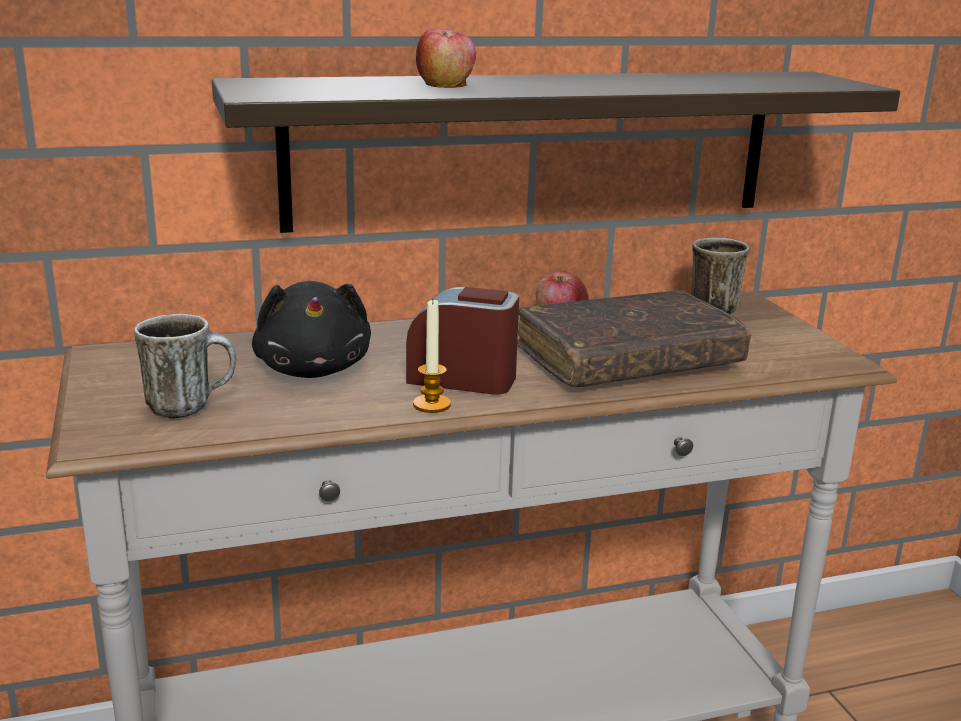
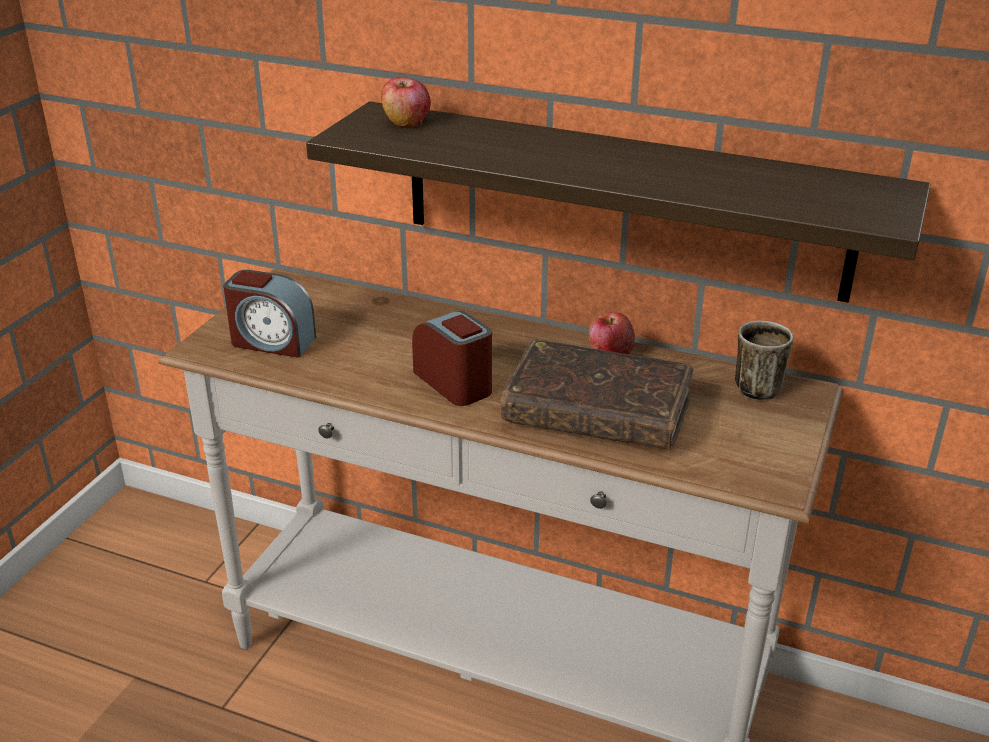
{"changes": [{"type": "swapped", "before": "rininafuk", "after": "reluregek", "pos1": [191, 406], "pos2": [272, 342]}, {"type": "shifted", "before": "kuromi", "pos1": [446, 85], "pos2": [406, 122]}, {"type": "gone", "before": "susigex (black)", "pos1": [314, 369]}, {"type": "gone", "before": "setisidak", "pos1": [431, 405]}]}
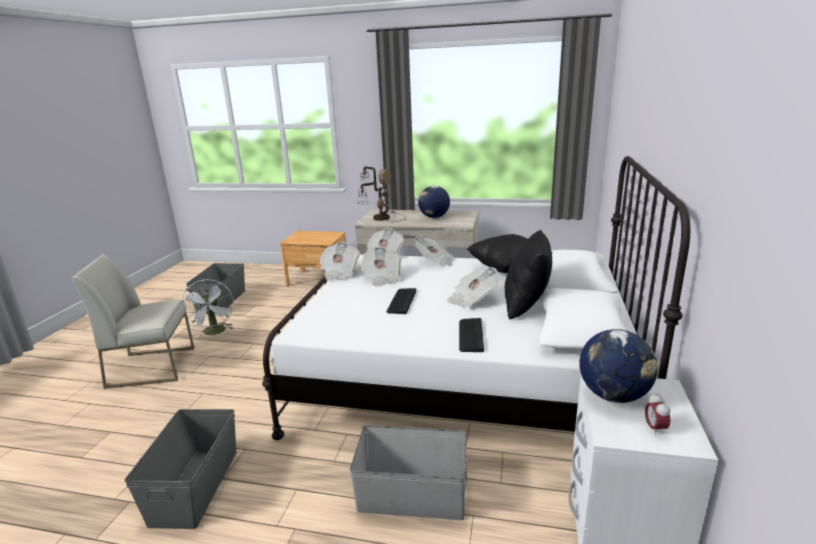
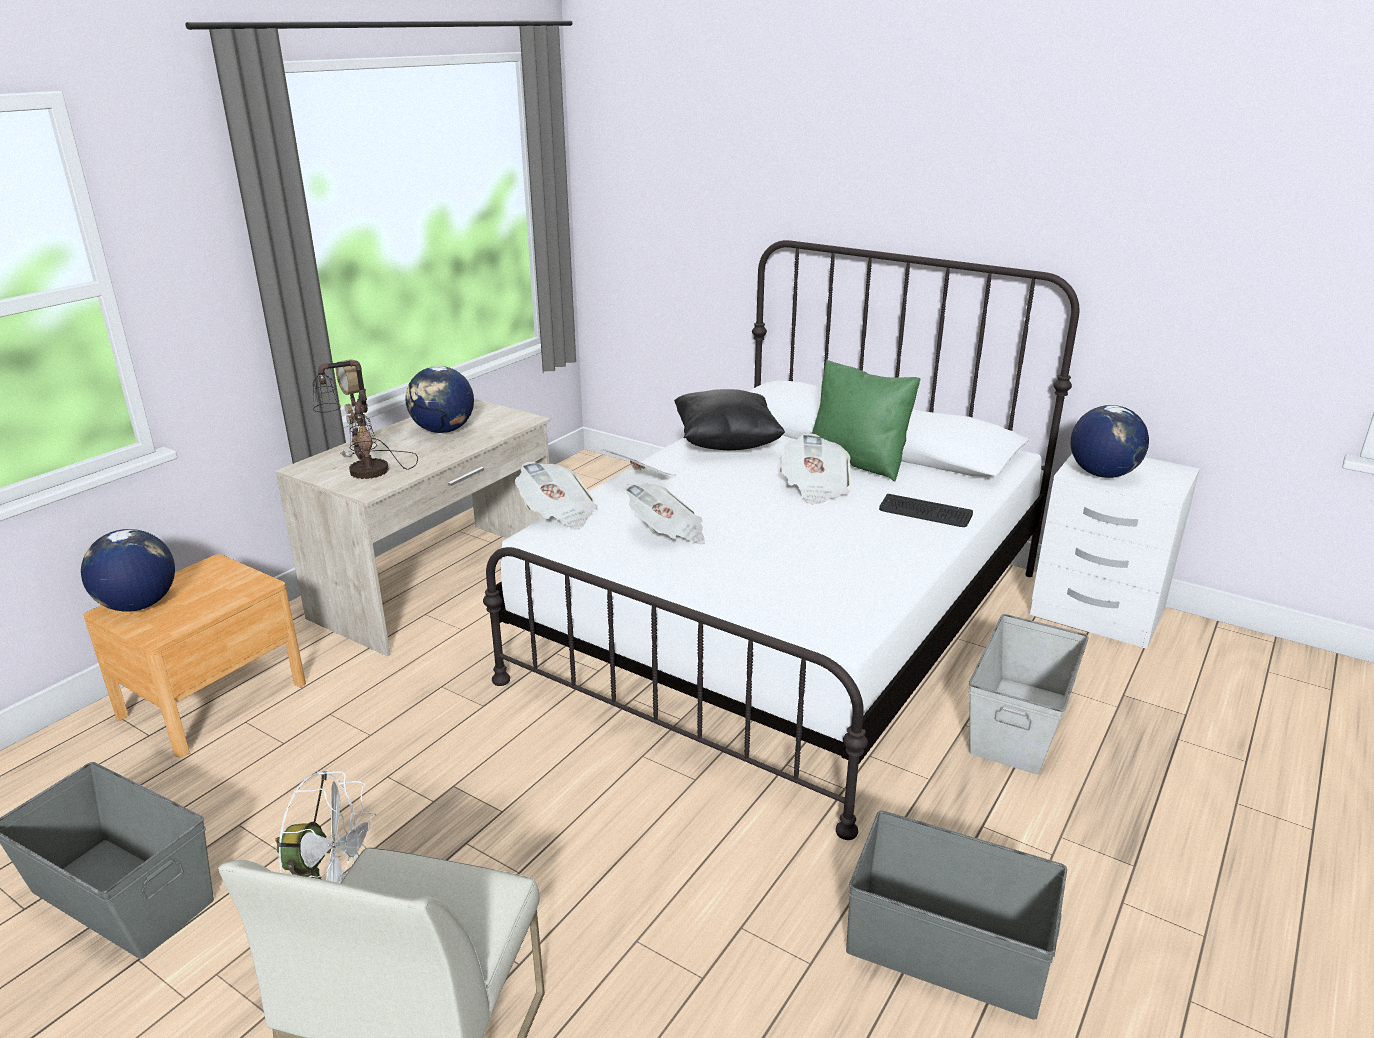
{"changes": [{"type": "new", "after": "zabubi", "pos2": [138, 605]}, {"type": "repainted", "before": "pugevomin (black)", "after": "pugevomin (green)", "pos1": [526, 305], "pos2": [857, 463]}, {"type": "gone", "before": "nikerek", "pos1": [339, 272]}, {"type": "gone", "before": "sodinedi", "pos1": [401, 301]}, {"type": "gone", "before": "reluregek", "pos1": [654, 428]}]}
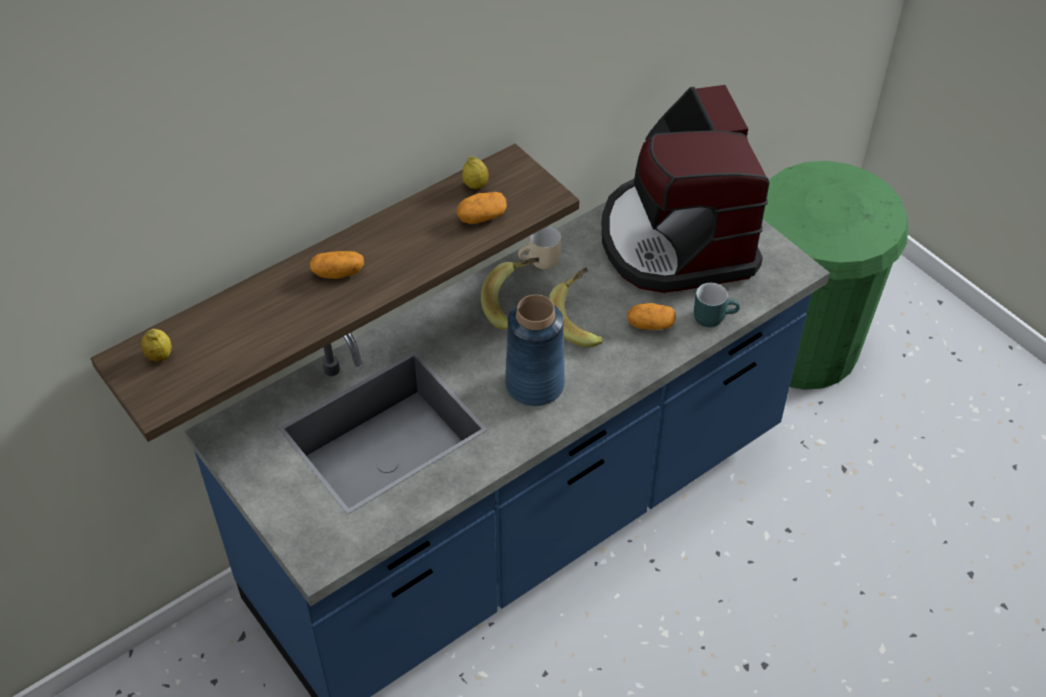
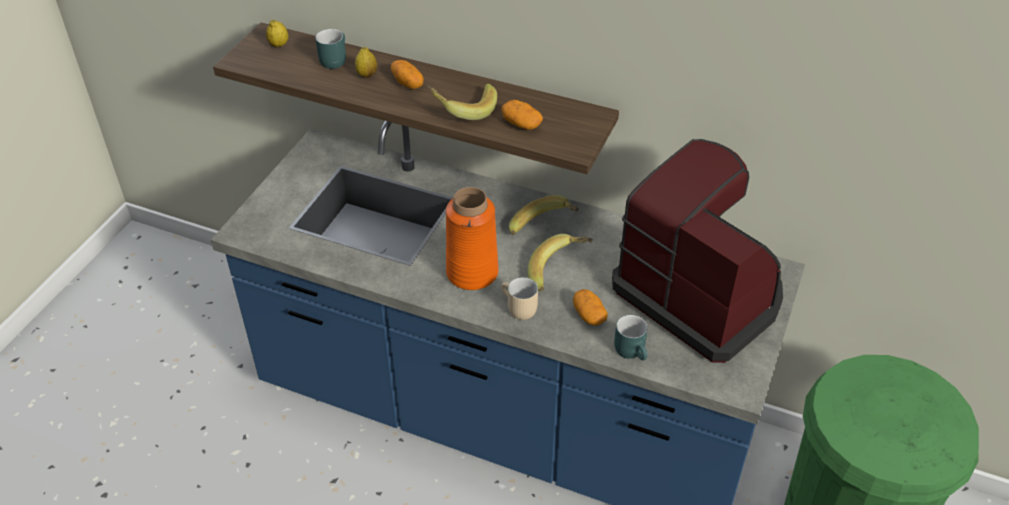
{"changes": [{"type": "new", "after": "rininafuk (turquoise)", "pos2": [333, 59]}, {"type": "shifted", "before": "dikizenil", "pos1": [475, 185], "pos2": [367, 75]}, {"type": "new", "after": "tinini", "pos2": [463, 109]}, {"type": "repainted", "before": "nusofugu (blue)", "after": "nusofugu (orange)", "pos1": [534, 384], "pos2": [472, 272]}, {"type": "shifted", "before": "rininafuk (beige)", "pos1": [541, 263], "pos2": [517, 309]}, {"type": "rotated", "before": "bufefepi", "pos1": [676, 239], "pos2": [700, 294], "turn": 90}]}
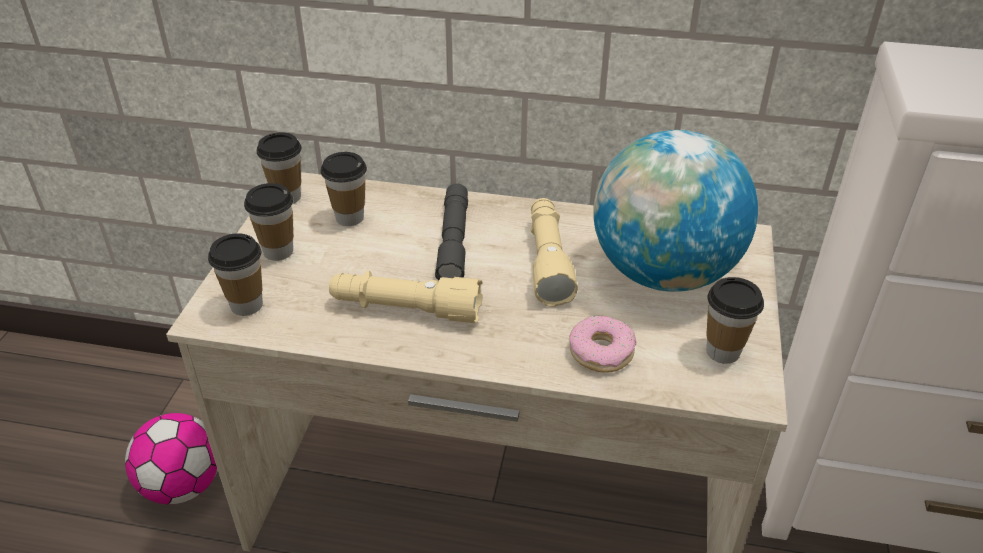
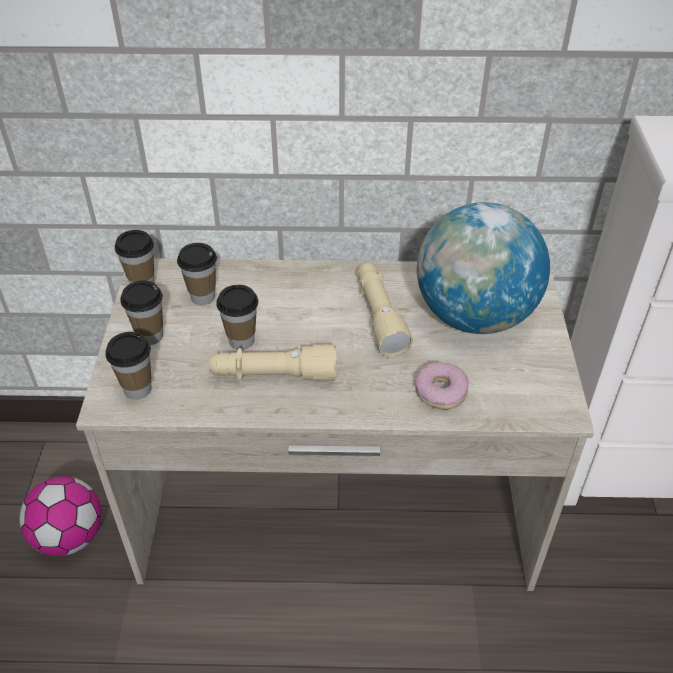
{"changes": [{"type": "shifted", "before": "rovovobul", "pos1": [723, 351], "pos2": [241, 340]}, {"type": "gone", "before": "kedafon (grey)", "pos1": [453, 242]}]}
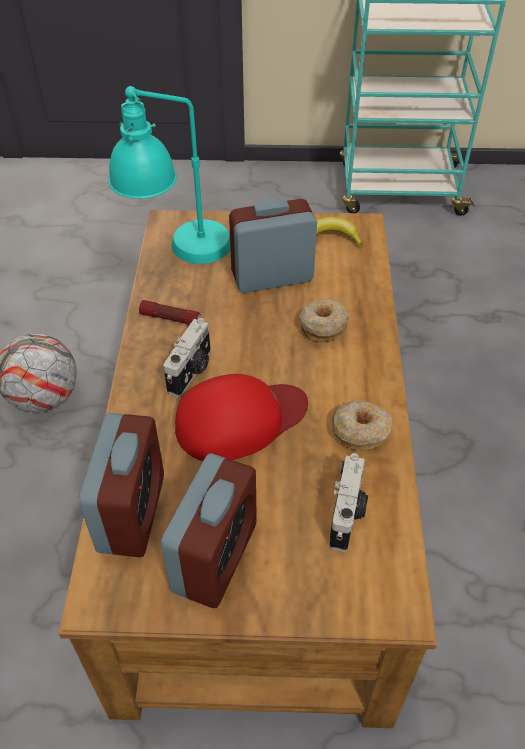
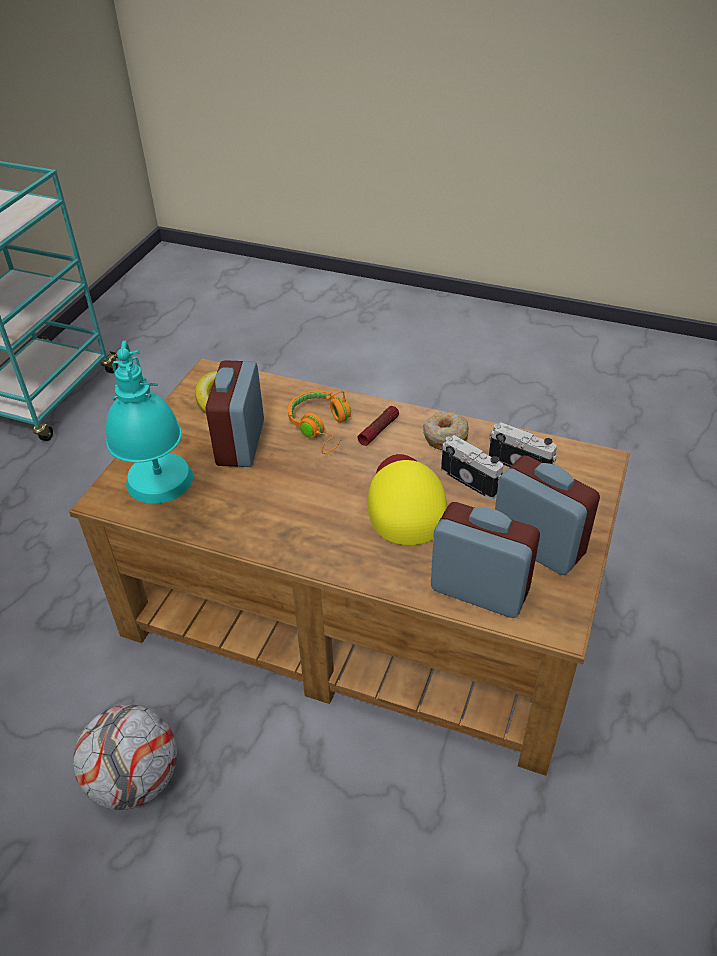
{"changes": [{"type": "swapped", "before": "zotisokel", "after": "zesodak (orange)", "pos1": [323, 326], "pos2": [322, 428]}, {"type": "shifted", "before": "kedafon", "pos1": [170, 318], "pos2": [379, 430]}, {"type": "repainted", "before": "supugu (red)", "after": "supugu (yellow)", "pos1": [240, 420], "pos2": [405, 501]}, {"type": "shifted", "before": "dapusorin", "pos1": [191, 372], "pos2": [471, 480]}]}
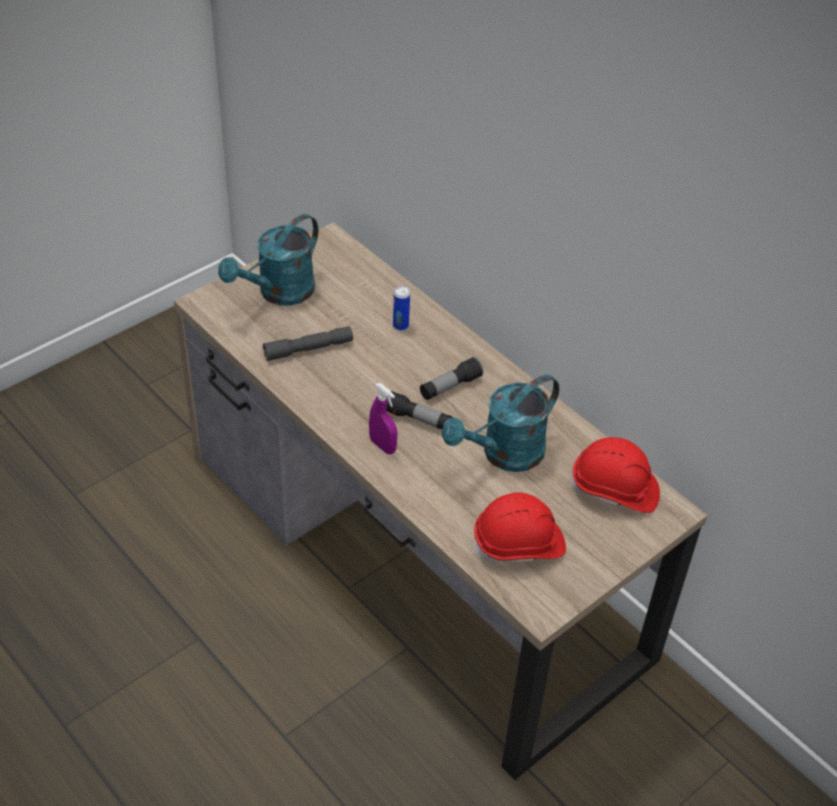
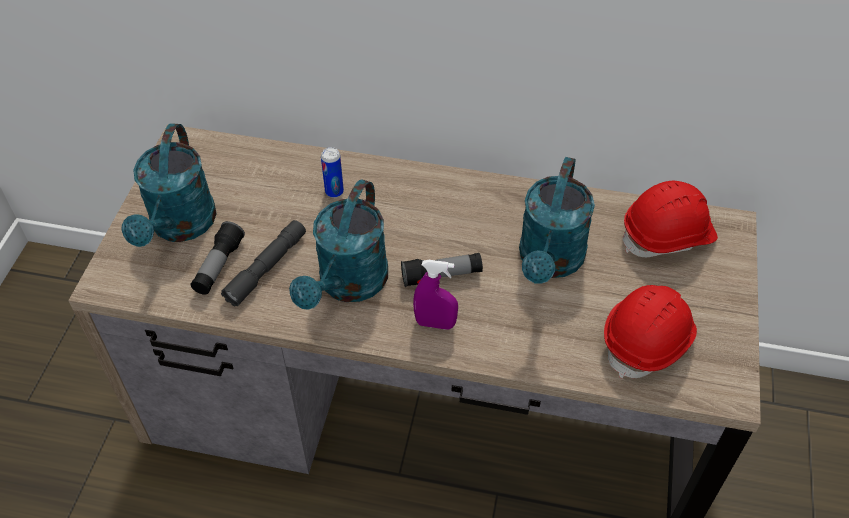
{"changes": [{"type": "shifted", "before": "kedafon", "pos1": [450, 387], "pos2": [218, 266]}, {"type": "new", "after": "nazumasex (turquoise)", "pos2": [348, 285]}]}
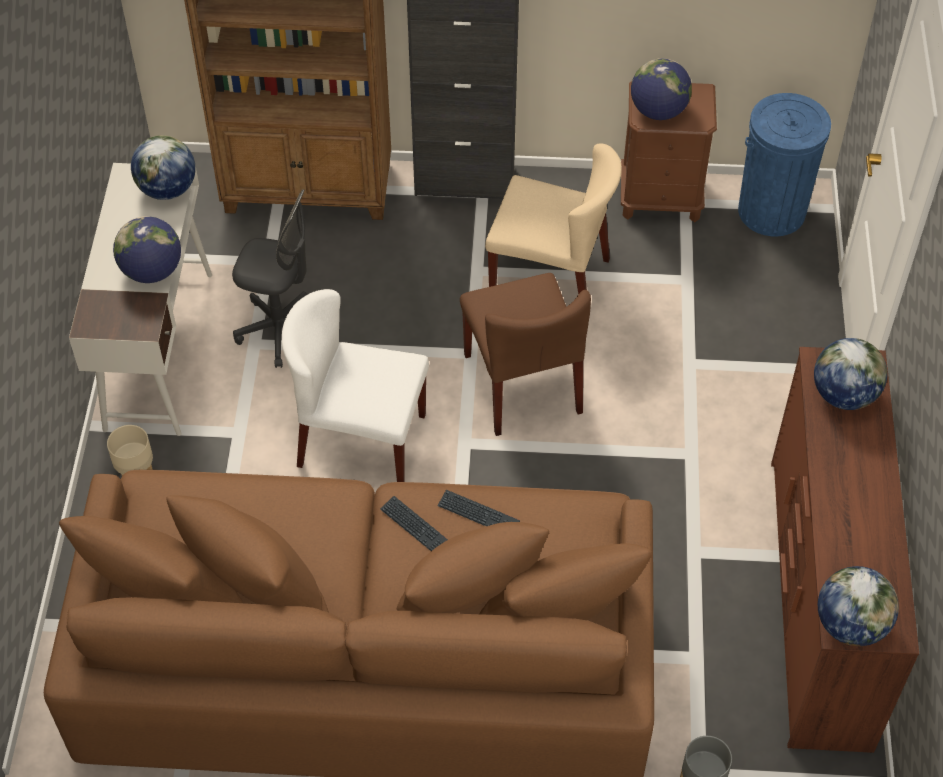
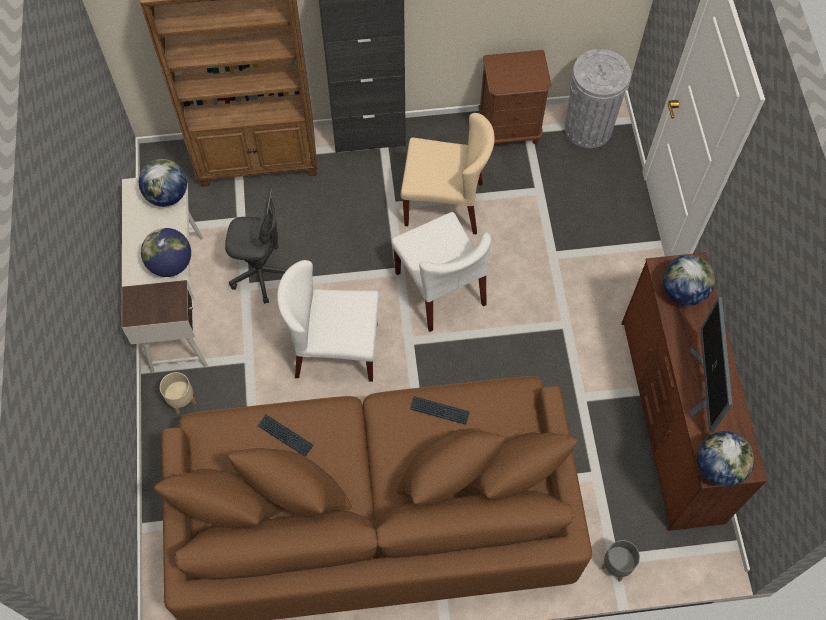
{"changes": [{"type": "shifted", "before": "sodinedi", "pos1": [416, 527], "pos2": [285, 436]}, {"type": "repainted", "before": "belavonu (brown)", "after": "belavonu (white)", "pos1": [522, 384], "pos2": [440, 289]}, {"type": "repainted", "before": "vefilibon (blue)", "after": "vefilibon (grey)", "pos1": [771, 211], "pos2": [588, 128]}, {"type": "new", "after": "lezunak", "pos2": [706, 385]}, {"type": "gone", "before": "zabubi", "pos1": [658, 111]}]}
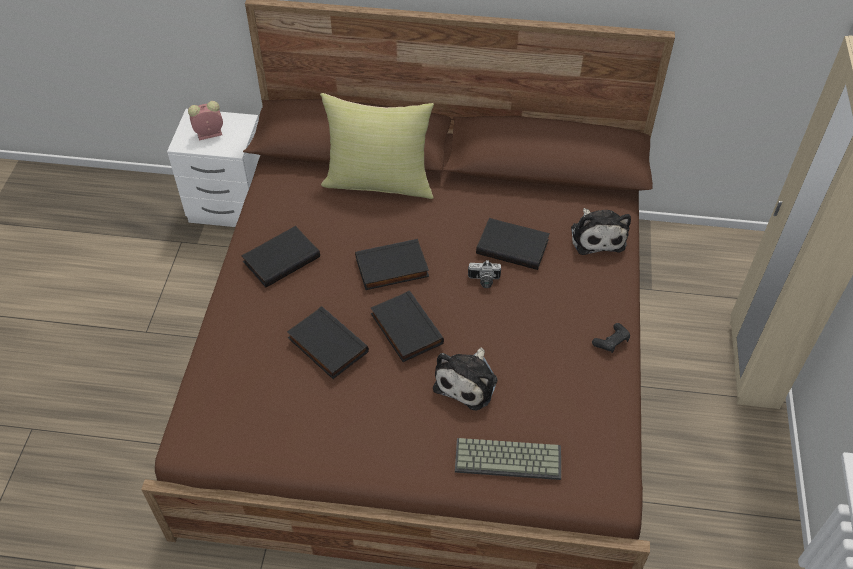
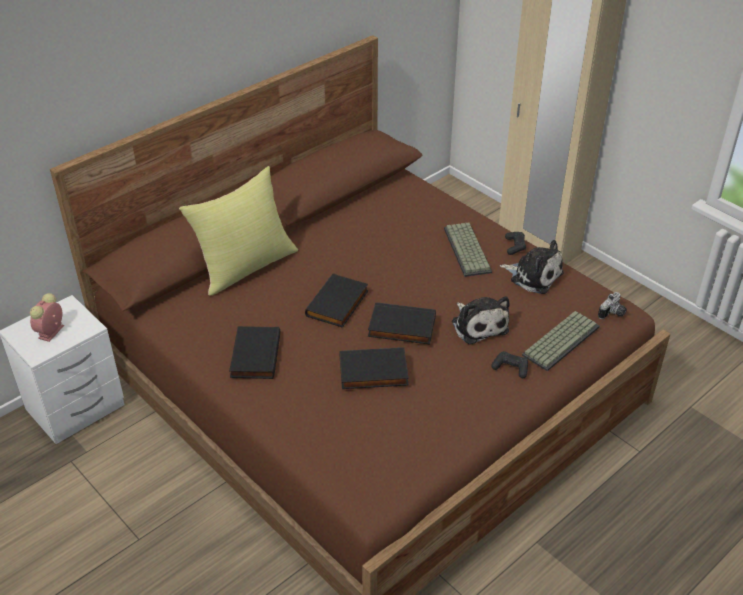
{"changes": [{"type": "new", "after": "sodinedi", "pos2": [468, 250]}, {"type": "new", "after": "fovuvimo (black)", "pos2": [510, 368]}, {"type": "shifted", "before": "susigex", "pos1": [597, 236], "pos2": [533, 275]}, {"type": "shifted", "before": "dapusorin", "pos1": [484, 281], "pos2": [613, 314]}, {"type": "gone", "before": "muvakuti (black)", "pos1": [513, 246]}]}
